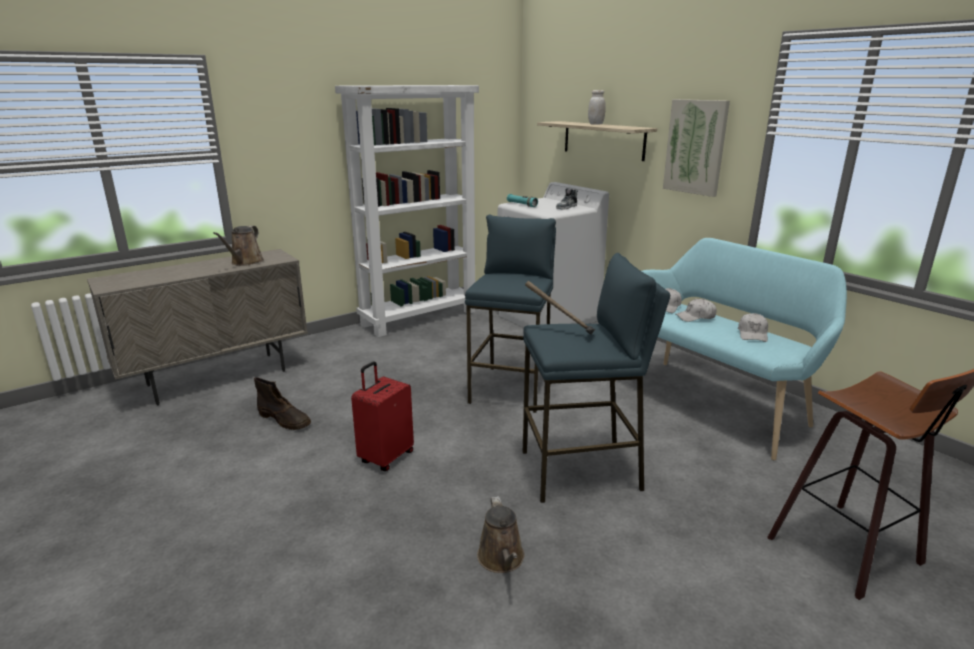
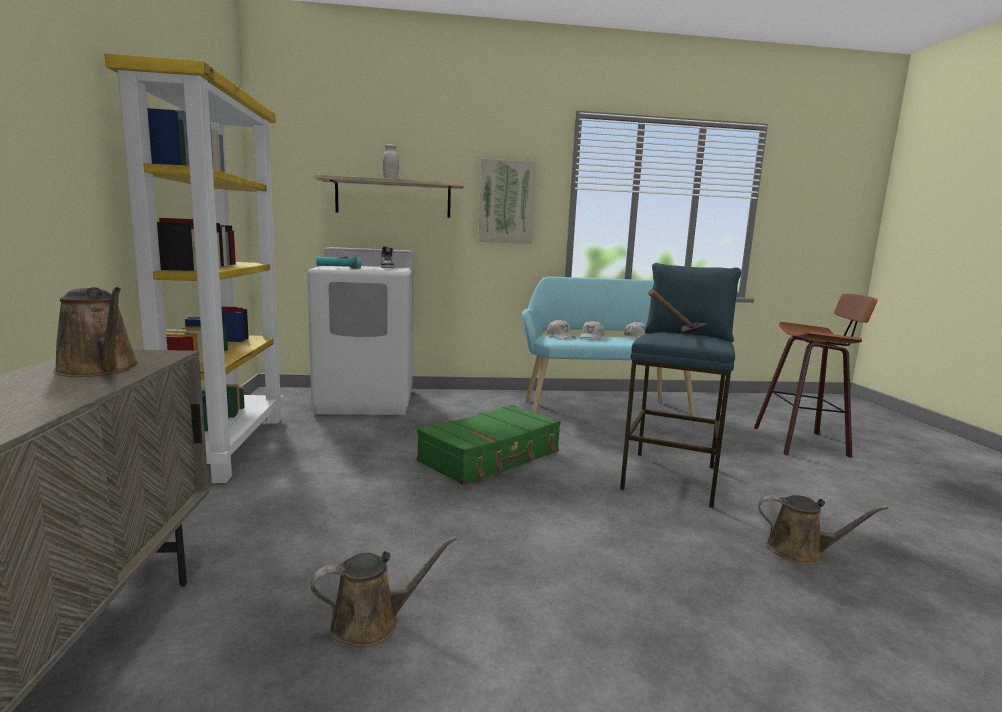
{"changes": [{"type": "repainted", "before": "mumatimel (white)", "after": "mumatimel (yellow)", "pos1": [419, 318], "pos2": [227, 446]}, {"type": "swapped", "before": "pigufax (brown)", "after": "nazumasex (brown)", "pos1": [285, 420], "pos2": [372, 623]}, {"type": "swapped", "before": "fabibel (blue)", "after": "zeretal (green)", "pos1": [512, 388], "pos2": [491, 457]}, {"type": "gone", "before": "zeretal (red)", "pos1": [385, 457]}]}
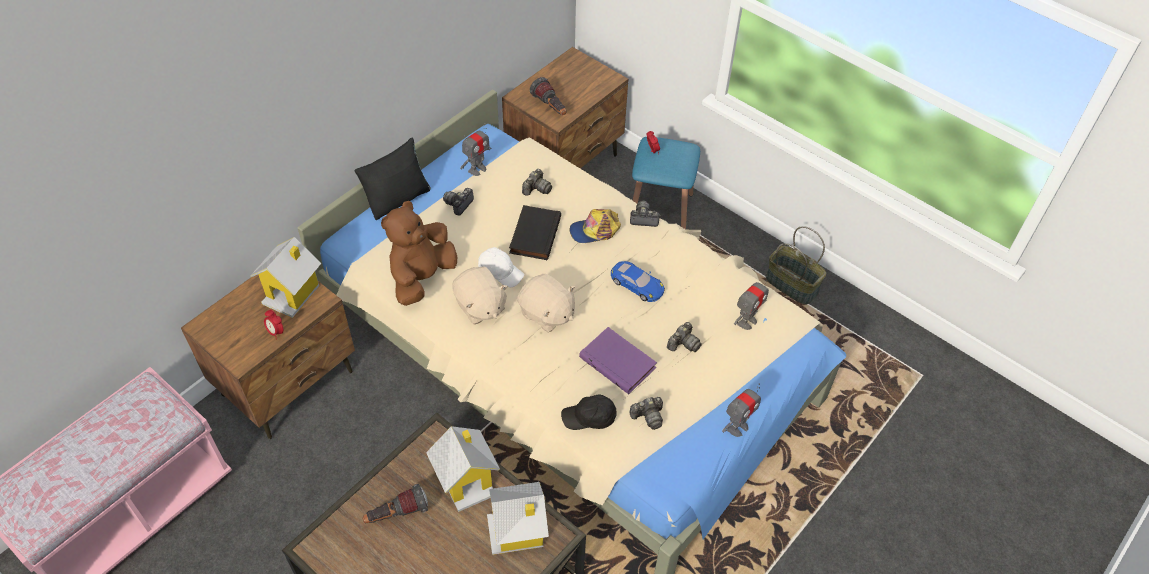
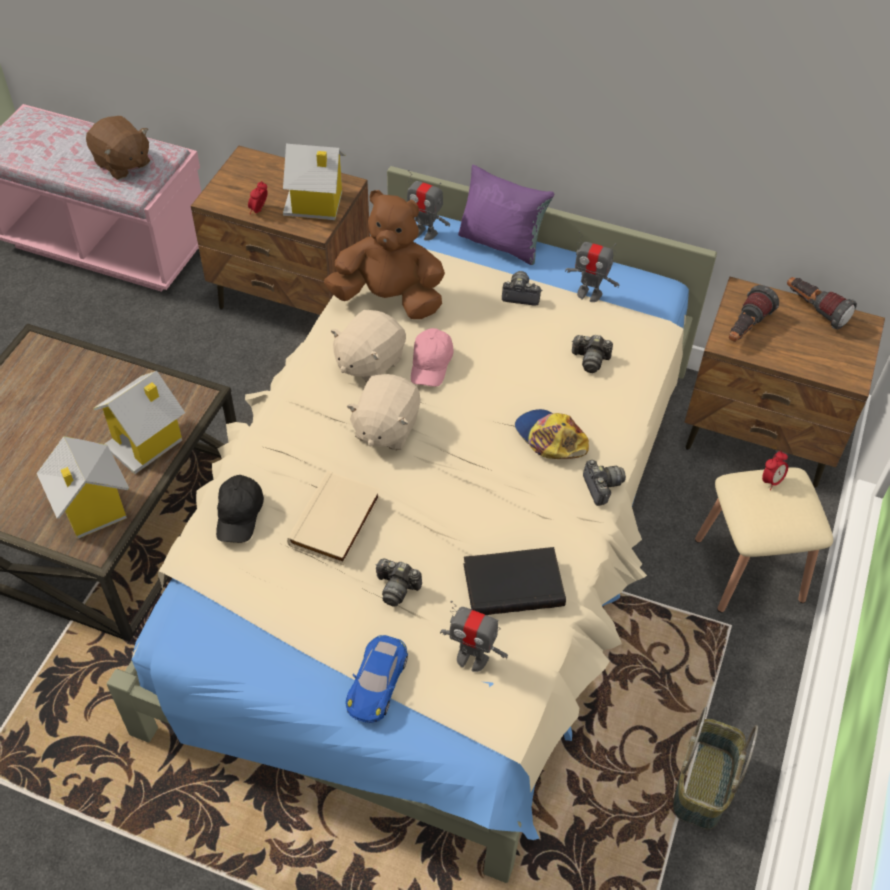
{"changes": [{"type": "new", "after": "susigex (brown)", "pos2": [122, 164]}, {"type": "rotated", "before": "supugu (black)", "pos1": [589, 418], "pos2": [240, 515], "turn": -150}, {"type": "repainted", "before": "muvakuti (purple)", "after": "muvakuti (beige)", "pos1": [619, 362], "pos2": [337, 522]}, {"type": "shifted", "before": "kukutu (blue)", "pos1": [637, 284], "pos2": [377, 682]}, {"type": "shifted", "before": "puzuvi", "pos1": [737, 427], "pos2": [425, 233]}, {"type": "repainted", "before": "supugu (white)", "after": "supugu (pink)", "pos1": [500, 272], "pos2": [431, 364]}, {"type": "repainted", "before": "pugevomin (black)", "after": "pugevomin (purple)", "pos1": [398, 199], "pos2": [501, 243]}, {"type": "shifted", "before": "muvakuti (black)", "pos1": [534, 234], "pos2": [513, 583]}, {"type": "repainted", "before": "fabibel (blue)", "after": "fabibel (beige)", "pos1": [660, 209], "pos2": [749, 569]}, {"type": "shifted", "before": "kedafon", "pos1": [396, 514], "pos2": [814, 310]}, {"type": "gone", "before": "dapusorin", "pos1": [648, 417]}]}
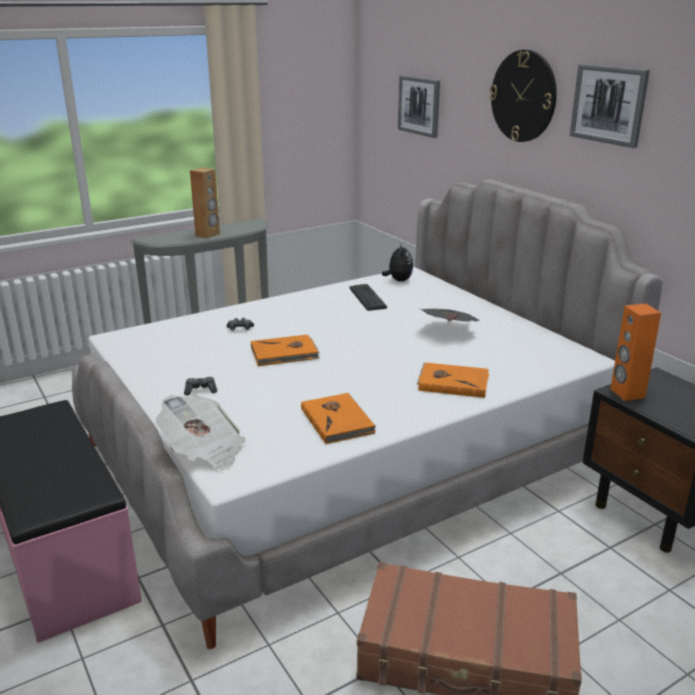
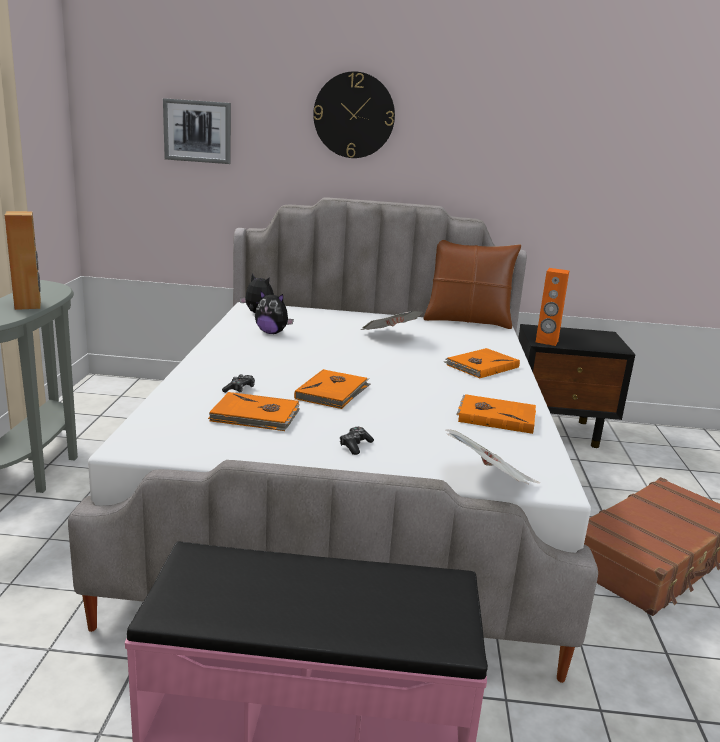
{"changes": [{"type": "new", "after": "muvakuti (orange)", "pos2": [255, 416]}, {"type": "swapped", "before": "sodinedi", "after": "susigex", "pos1": [367, 298], "pos2": [272, 333]}, {"type": "new", "after": "pugevomin (brown)", "pos2": [467, 321]}, {"type": "gone", "before": "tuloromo", "pos1": [609, 104]}]}
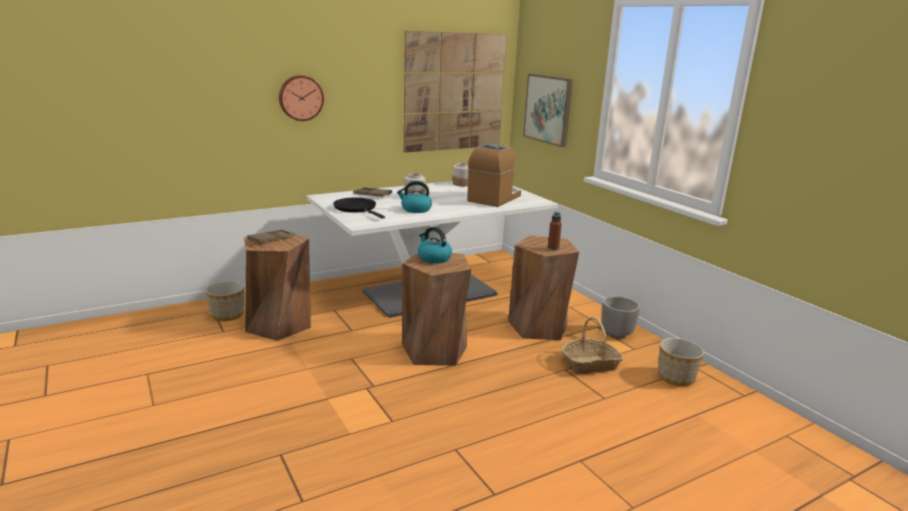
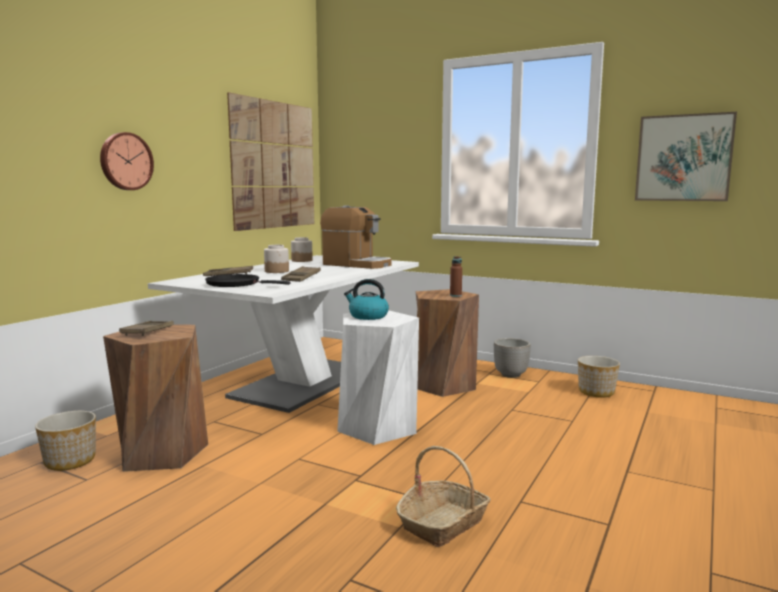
{"changes": [{"type": "swapped", "before": "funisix", "after": "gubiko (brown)", "pos1": [415, 209], "pos2": [301, 278]}, {"type": "rotated", "before": "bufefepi", "pos1": [494, 198], "pos2": [357, 264], "turn": 120}, {"type": "repainted", "before": "fabibel (brown)", "after": "fabibel (white)", "pos1": [434, 350], "pos2": [377, 427]}, {"type": "shifted", "before": "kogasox", "pos1": [590, 364], "pos2": [443, 523]}, {"type": "shifted", "before": "tuloromo", "pos1": [548, 109], "pos2": [683, 158]}]}
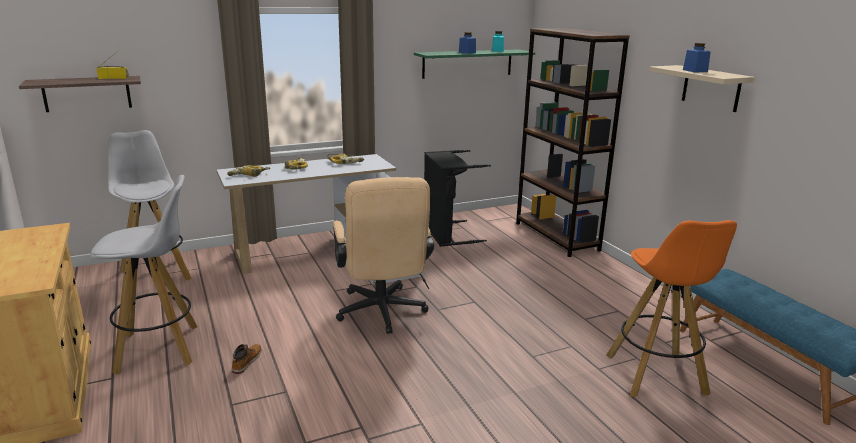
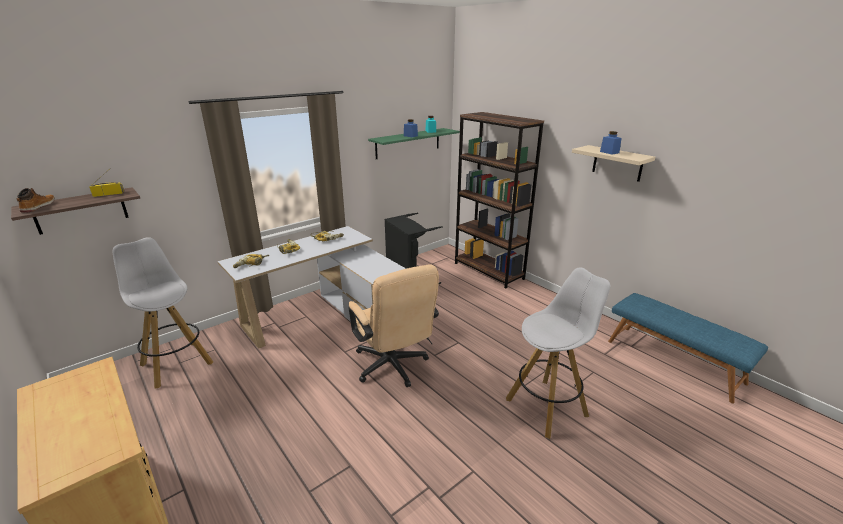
{"changes": [{"type": "shifted", "before": "pigufax", "pos1": [246, 362], "pos2": [38, 207]}, {"type": "shifted", "before": "fabibel (white)", "pos1": [160, 348], "pos2": [547, 407]}, {"type": "gone", "before": "fabibel (orange)", "pos1": [656, 376]}]}
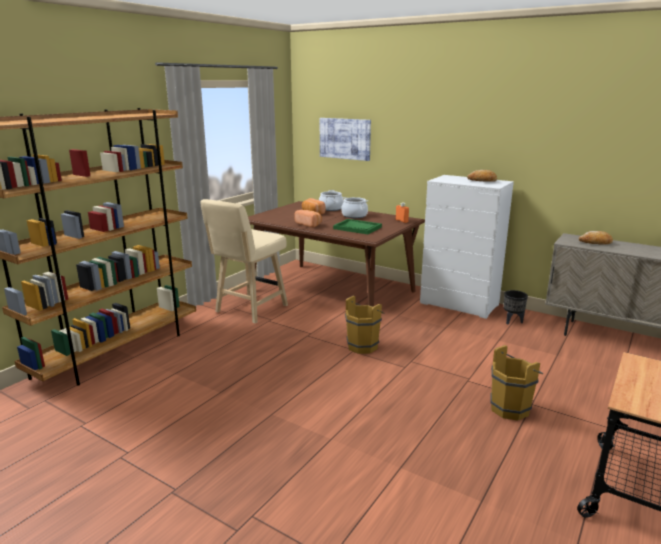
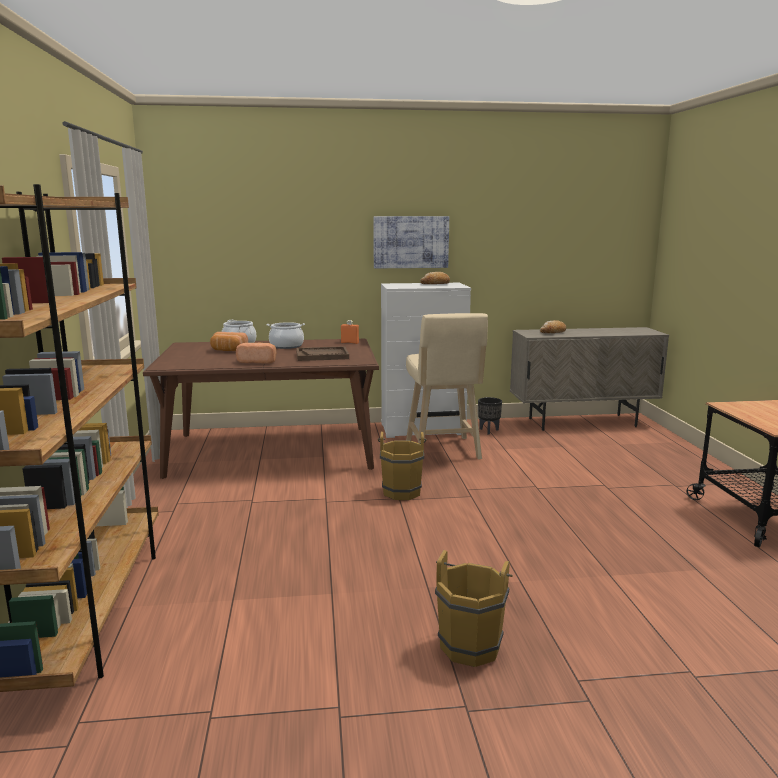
{"changes": [{"type": "repainted", "before": "gubiko (green)", "after": "gubiko (brown)", "pos1": [357, 228], "pos2": [322, 355]}, {"type": "shifted", "before": "tuloromo", "pos1": [345, 138], "pos2": [411, 242]}, {"type": "shifted", "before": "fabibel (beige)", "pos1": [249, 310], "pos2": [443, 451]}, {"type": "shifted", "before": "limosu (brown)", "pos1": [512, 408], "pos2": [471, 644]}]}
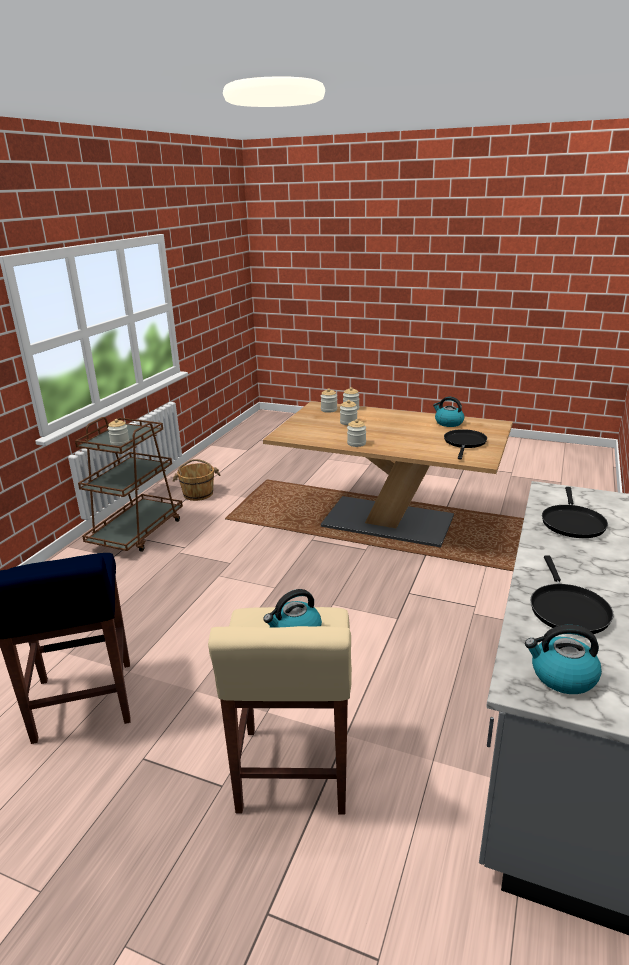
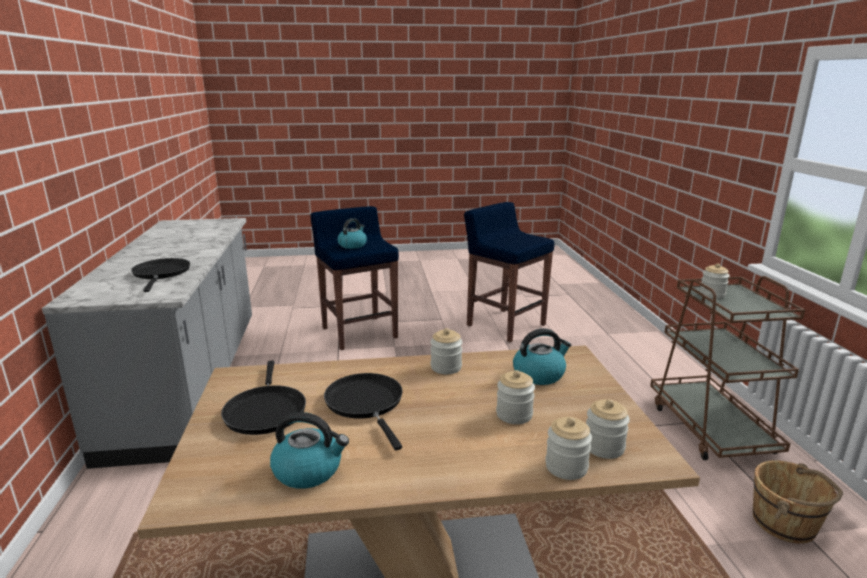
{"changes": [{"type": "repainted", "before": "fabibel (beige)", "after": "fabibel (blue)", "pos1": [292, 772], "pos2": [359, 332]}, {"type": "shifted", "before": "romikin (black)", "pos1": [567, 609], "pos2": [366, 403]}, {"type": "shifted", "before": "funisix", "pos1": [562, 676], "pos2": [539, 374]}]}
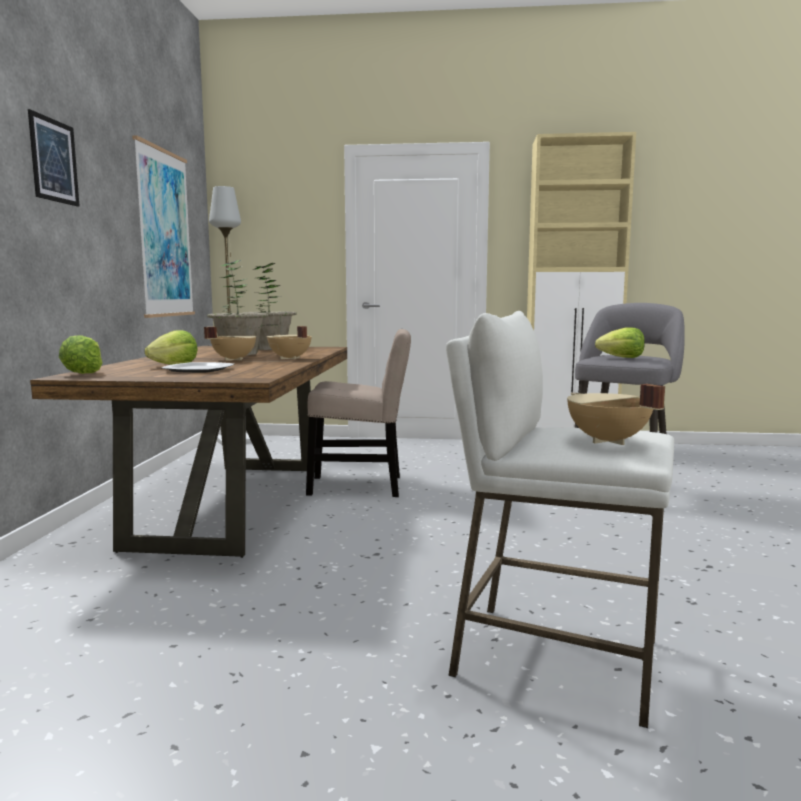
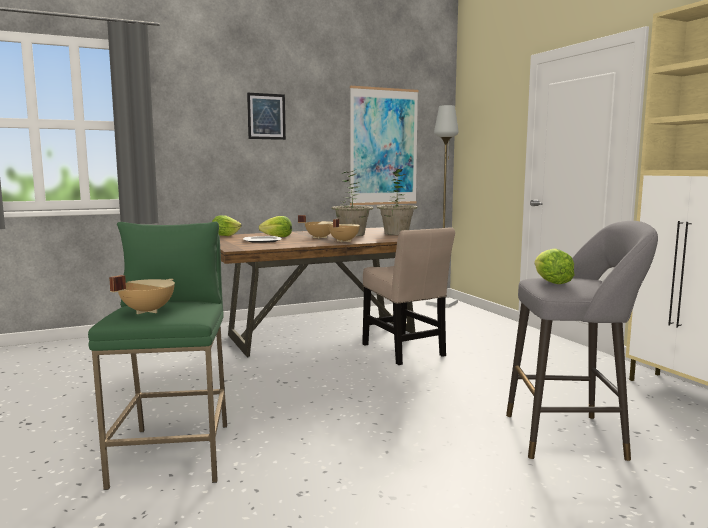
{"changes": [{"type": "repainted", "before": "fabibel (white)", "after": "fabibel (green)", "pos1": [554, 658], "pos2": [173, 454]}]}
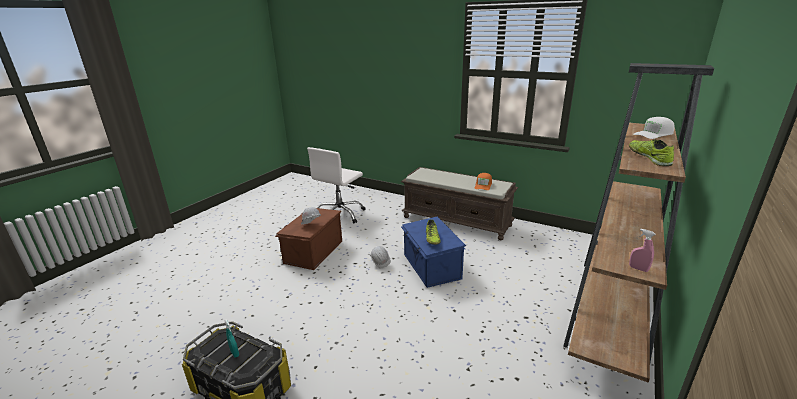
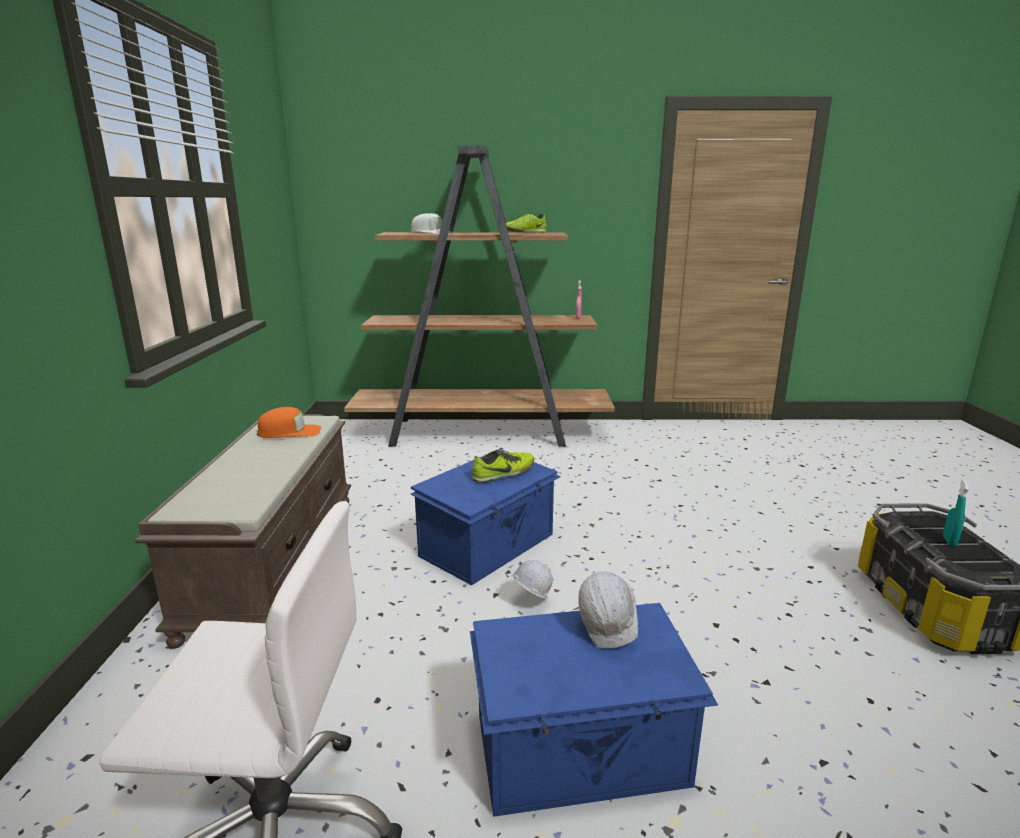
{"changes": [{"type": "repainted", "before": "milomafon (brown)", "after": "milomafon (blue)", "pos1": [313, 252], "pos2": [582, 752]}]}
